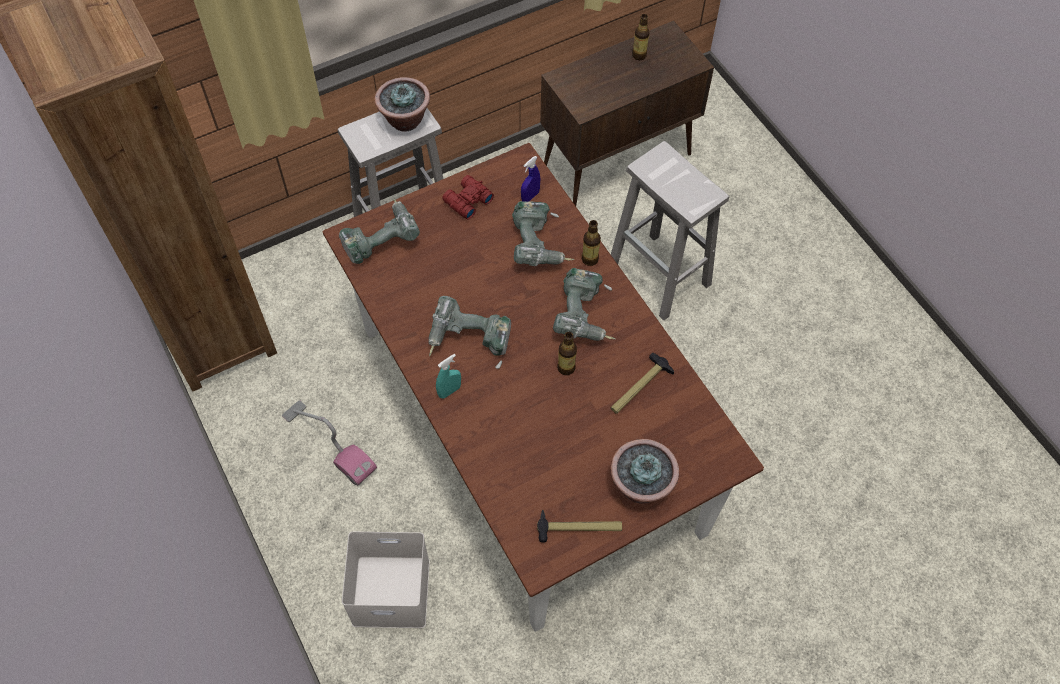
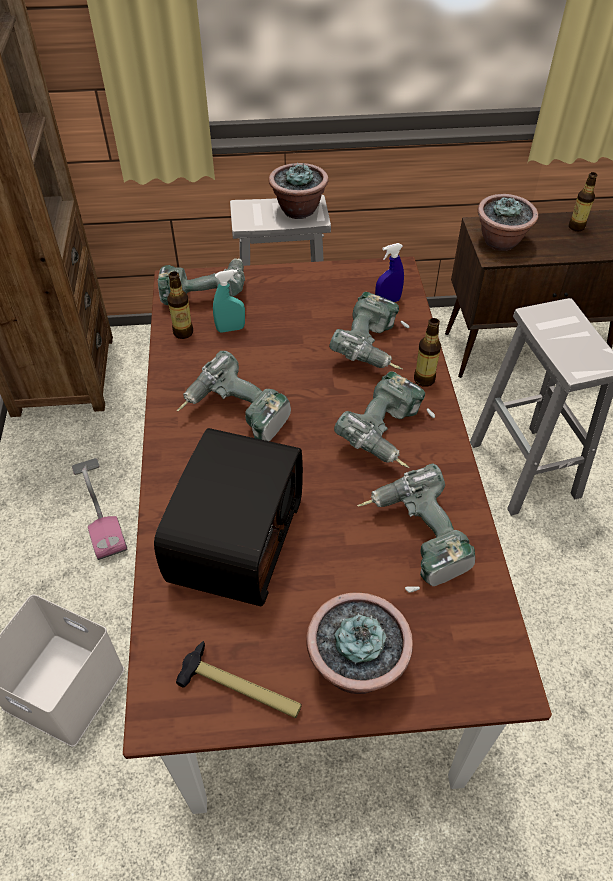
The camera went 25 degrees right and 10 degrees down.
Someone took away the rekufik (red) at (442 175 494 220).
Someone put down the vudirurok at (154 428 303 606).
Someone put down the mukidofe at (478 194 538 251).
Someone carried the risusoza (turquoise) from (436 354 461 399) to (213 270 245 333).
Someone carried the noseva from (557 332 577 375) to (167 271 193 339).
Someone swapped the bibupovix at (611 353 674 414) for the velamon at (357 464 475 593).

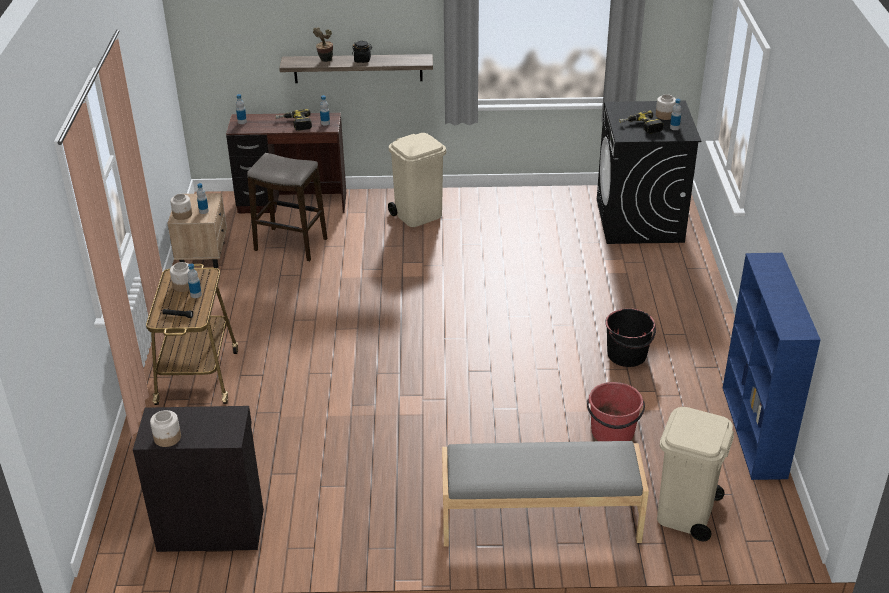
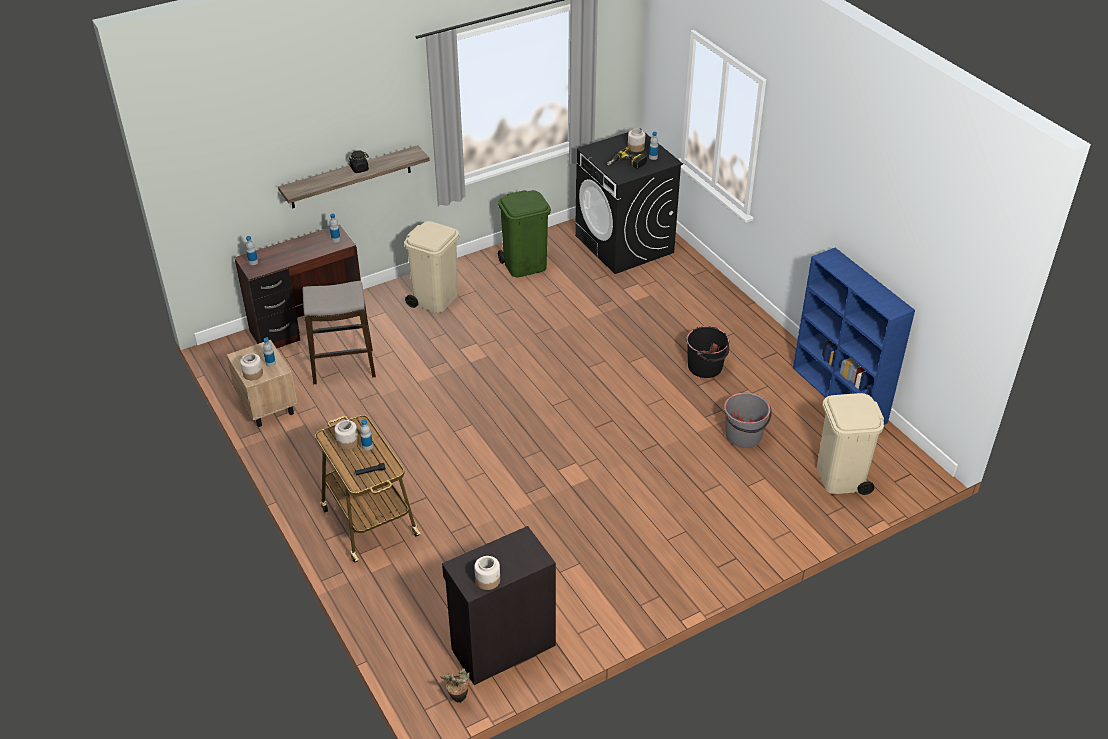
The camera went 30 degrees left and 5 degrees up.
Someone took away the velamon at (275 109 312 131).
Someone took away the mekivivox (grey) at (442 441 649 547).
Someone put down the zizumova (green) at (498 190 551 277).
Someone carried the mukidofe from (313 27 333 62) to (441 668 469 702).
Someone repainted the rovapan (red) at (587 382 645 441), which became the rovapan (grey) at (724 392 772 448).

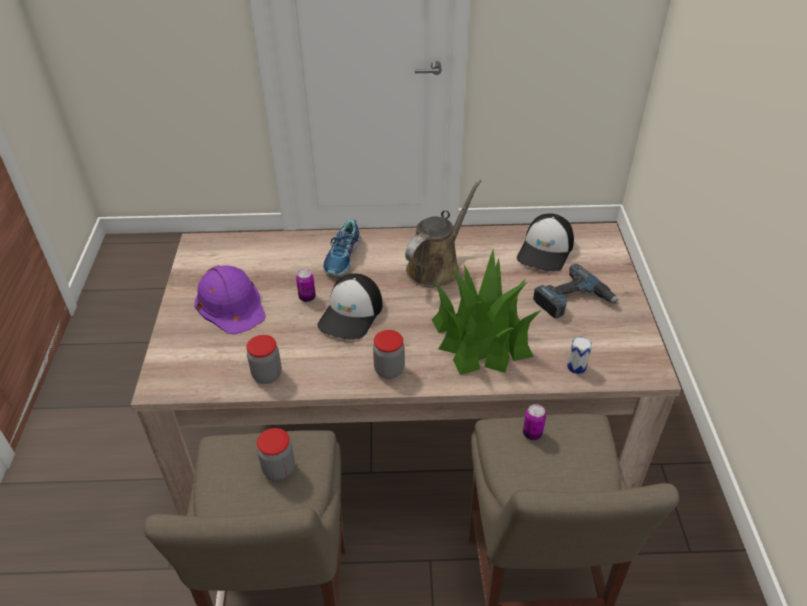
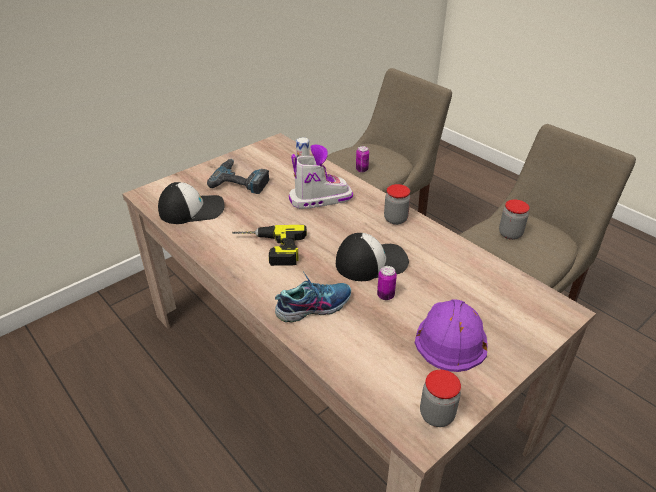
The camera went 130 degrees left and 5 degrees down.
Someone carried the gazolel from (246 335 282 384) to (420 370 461 427).
Someone swapped the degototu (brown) at (405 179 481 288) for the velamon at (232 225 307 266).
Someone swapped the mukidofe at (431 250 541 375) for the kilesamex at (289 145 353 209).

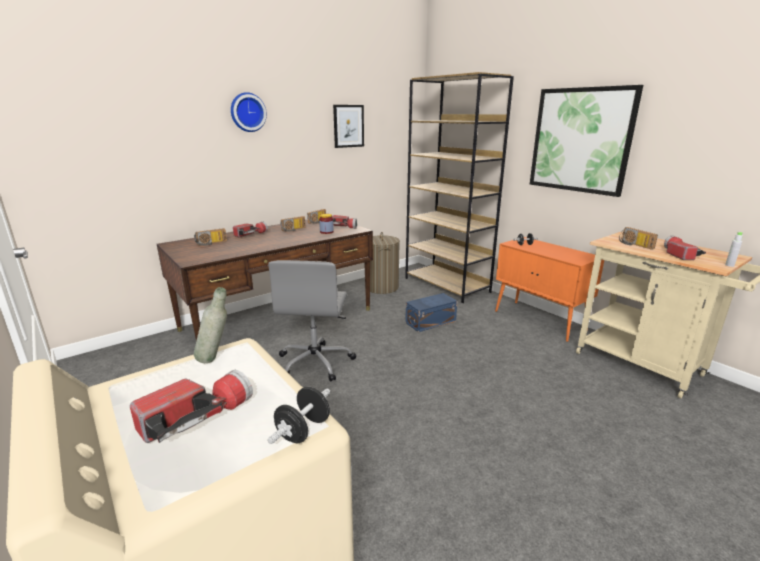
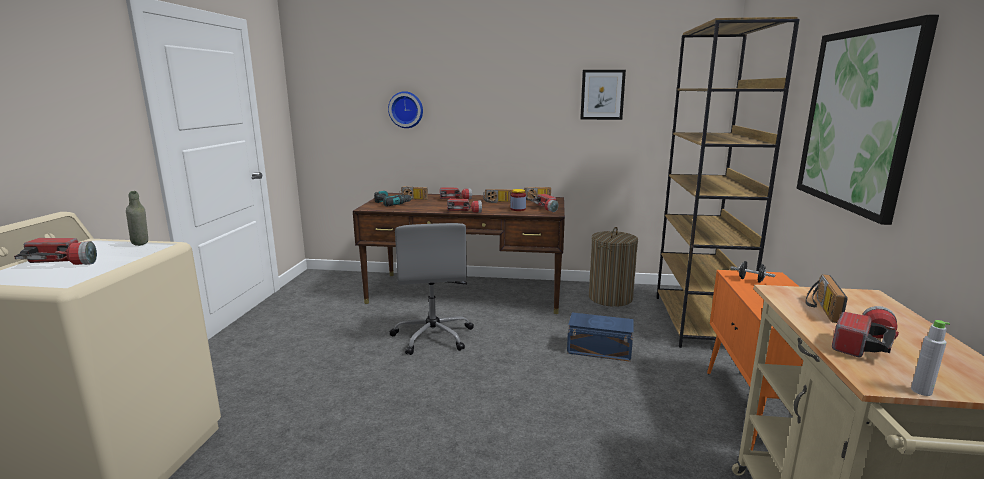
The camera went 45 degrees right and 5 degrees down.
Someone took away the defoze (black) at (268 386 330 444).
Someone put down the velamon at (374 191 413 207).
Someone put down the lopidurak at (447 198 482 213).
Someone carried the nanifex from (231 92 267 132) to (388 91 423 128).
Someone rotated the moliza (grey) at (268 260 356 381) by 60 degrees counterclockwise.

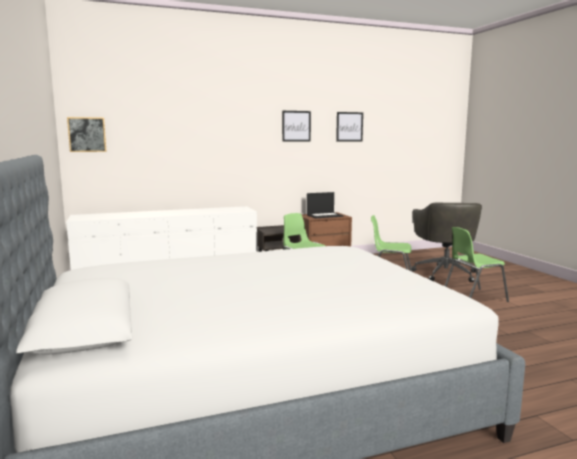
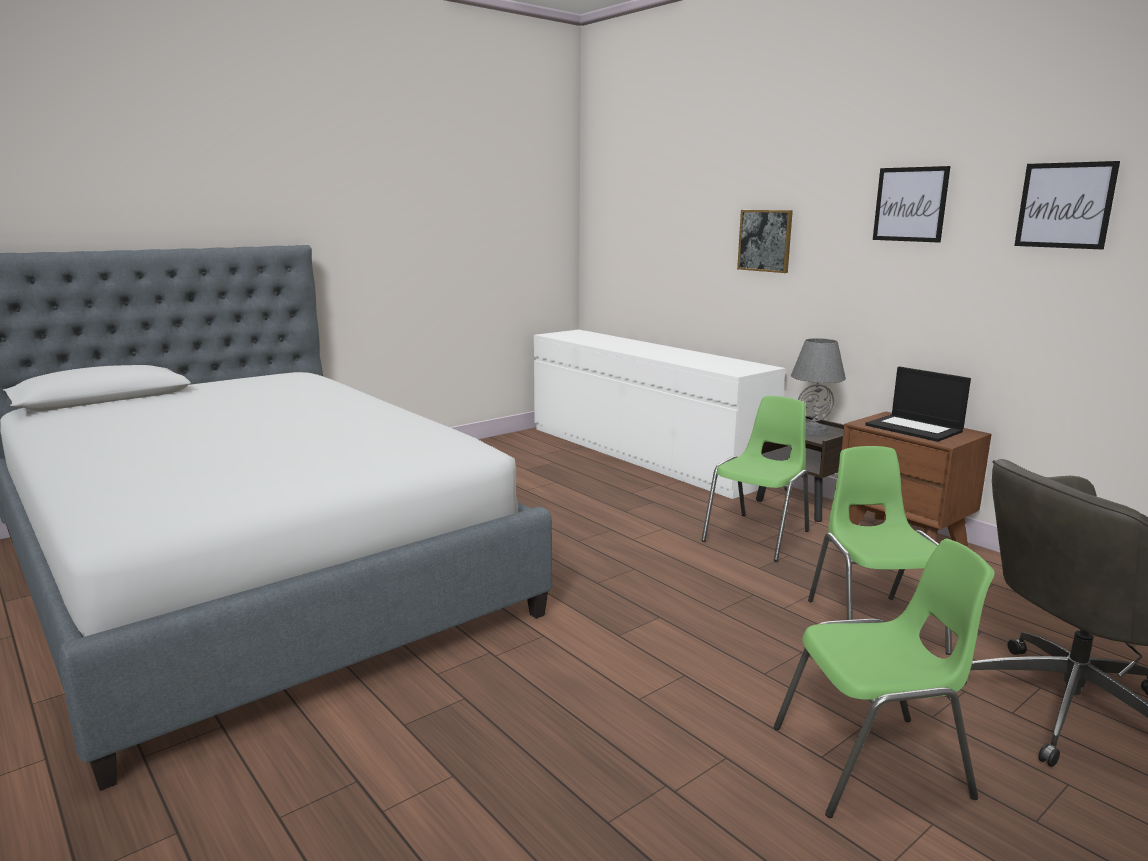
The camera went 70 degrees right and 5 degrees up.
Someone put down the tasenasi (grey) at (791 338 846 435).
Someone carried the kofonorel from (67 117 107 152) to (737 210 793 273).
Someone rotated the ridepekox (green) at (445 227 509 302) by 120 degrees clockwise.

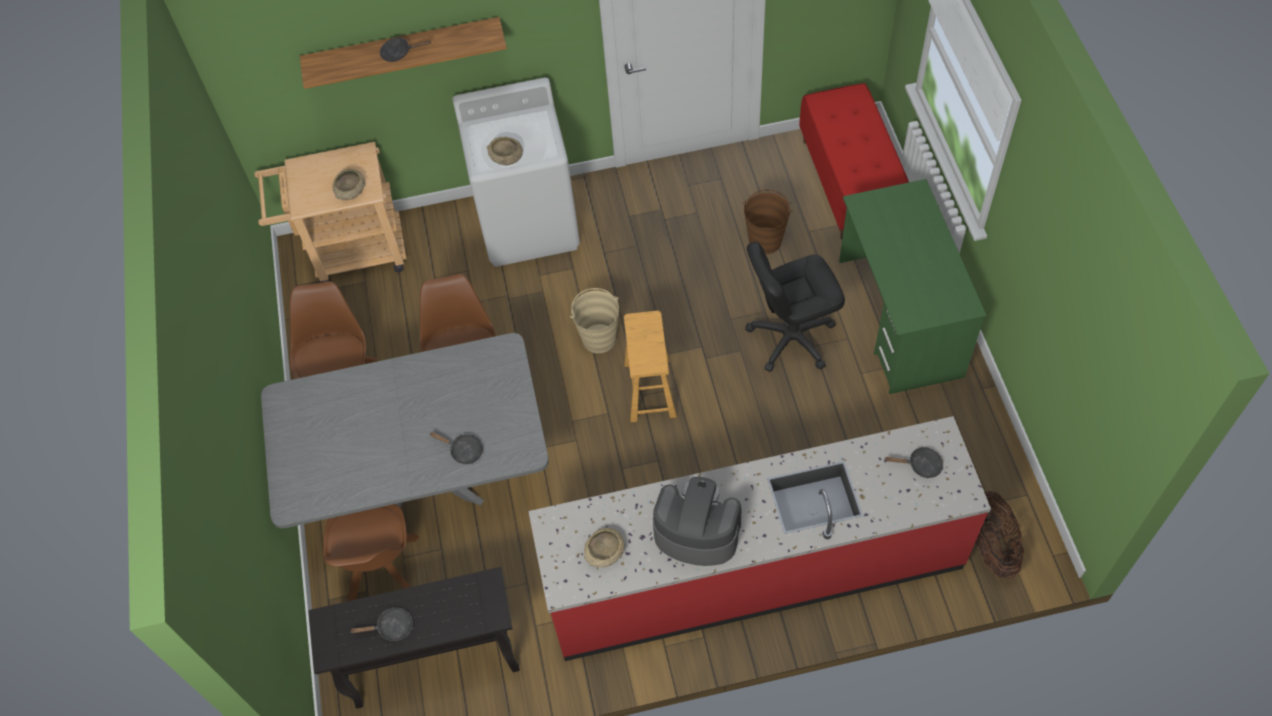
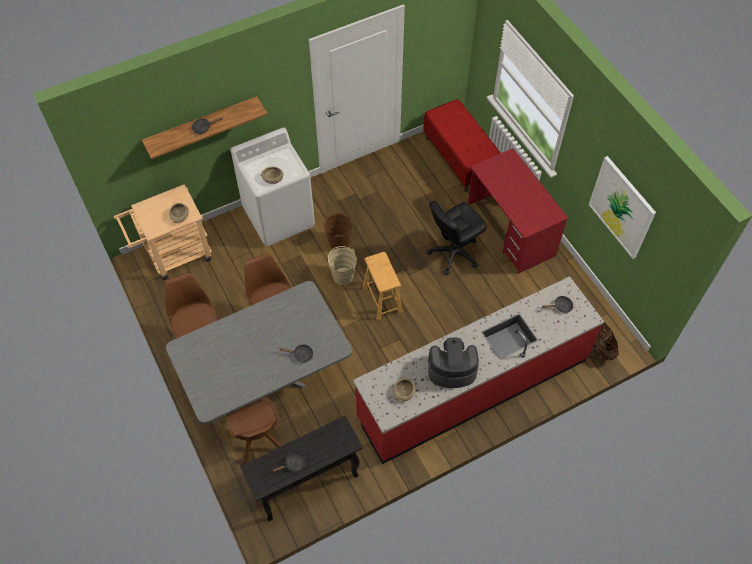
The camera went 20 degrees left and 0 degrees up.
Someone put up the kofonorel at (589 156 656 259).
Someone carried the rovapan (brown) from (743 190 793 254) to (323 212 354 250).
Someone repainted the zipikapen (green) at (839 179 987 394), which became the zipikapen (red) at (468 148 568 274).

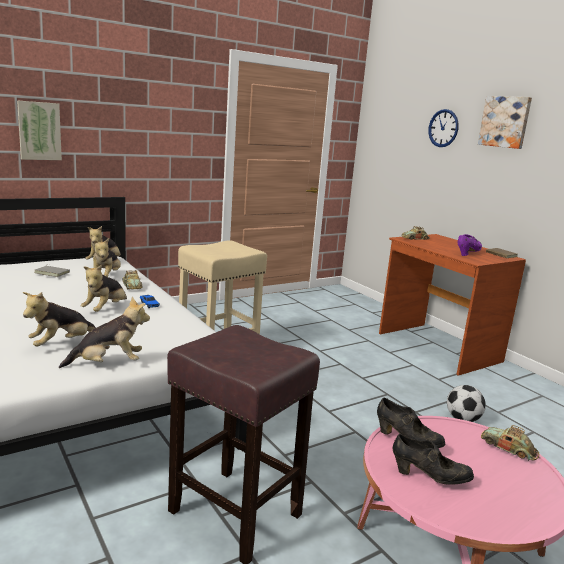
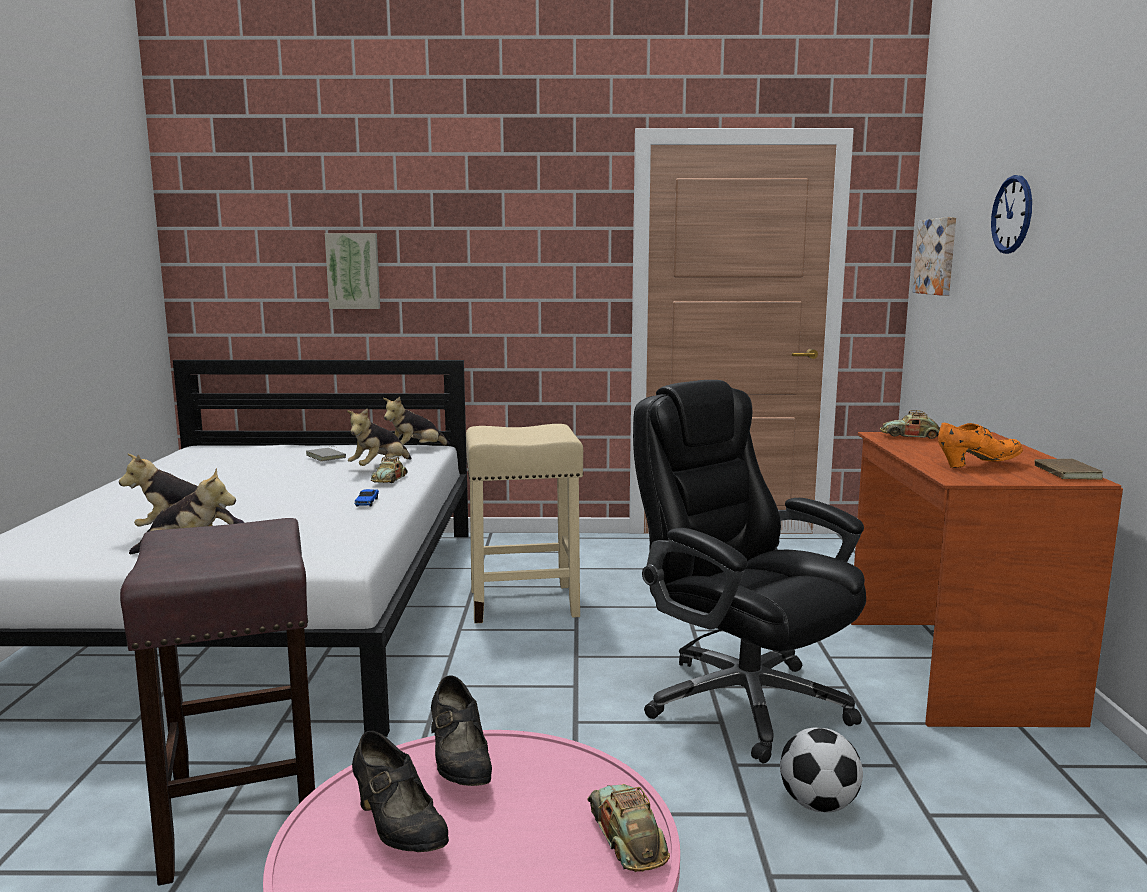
The camera went 35 degrees right and 5 degrees down.
Someone took away the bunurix at (81 265 127 312).
Someone put down the moliza (black) at (633 380 866 764).
Someone carried the kofonorel from (478 96 532 149) to (913 217 956 296).
Someone repainted the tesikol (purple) at (457 234 482 256), which became the tesikol (orange) at (938 423 1023 468).

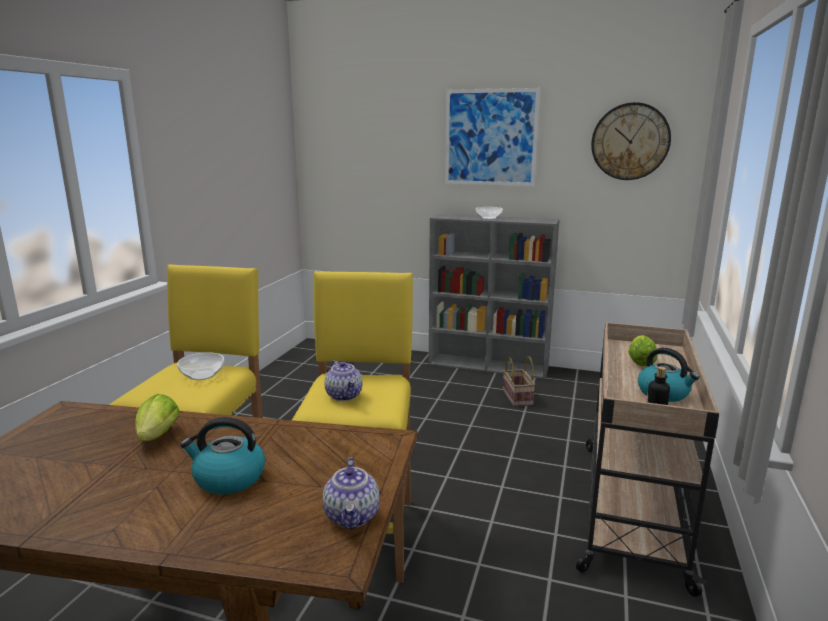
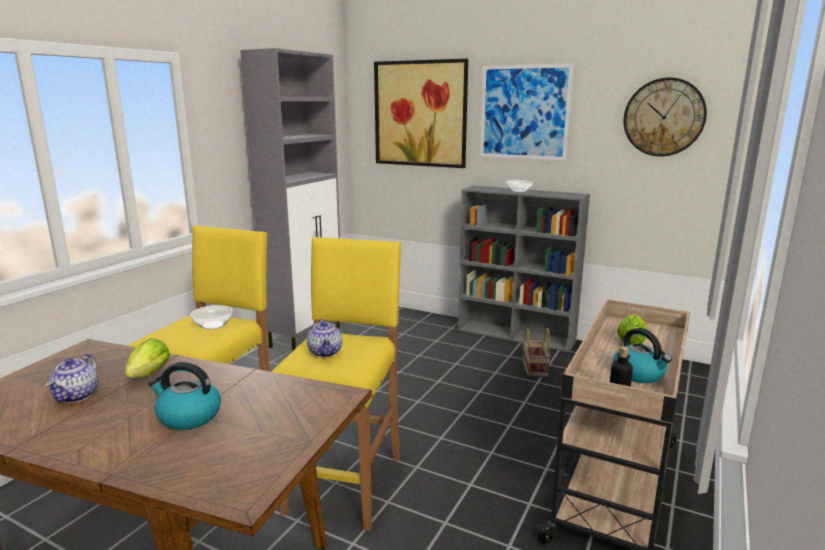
The camera went 10 degrees right and 0 degrees up.
Someone put down the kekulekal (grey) at (240 48 340 351).
Someone put up the kofonorel at (374 59 468 168).
Someone carried the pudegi from (323 457 380 530) to (45 354 98 403).

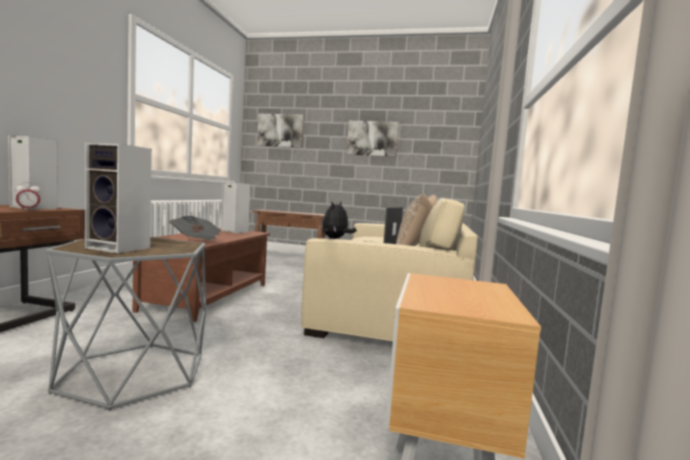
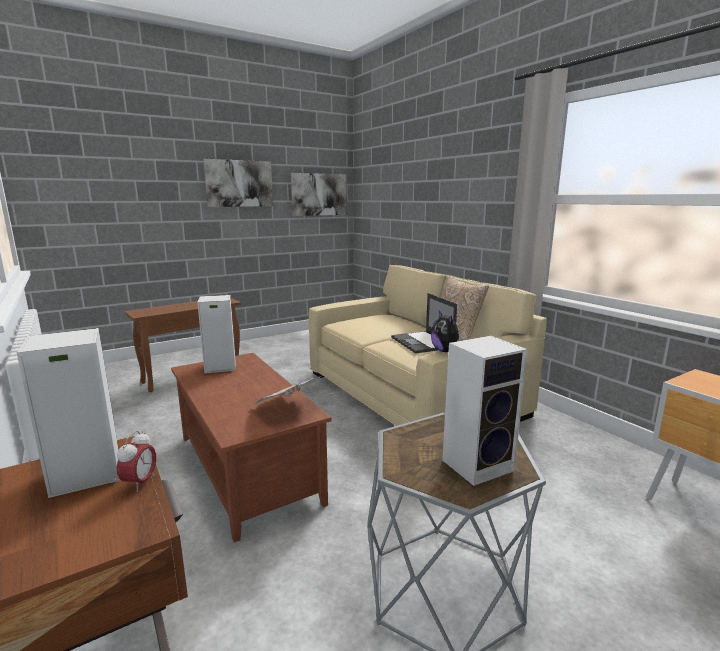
The camera went 45 degrees left and 10 degrees up.
Someone carried the kofonorel from (257 114 304 148) to (291 173 347 216).

